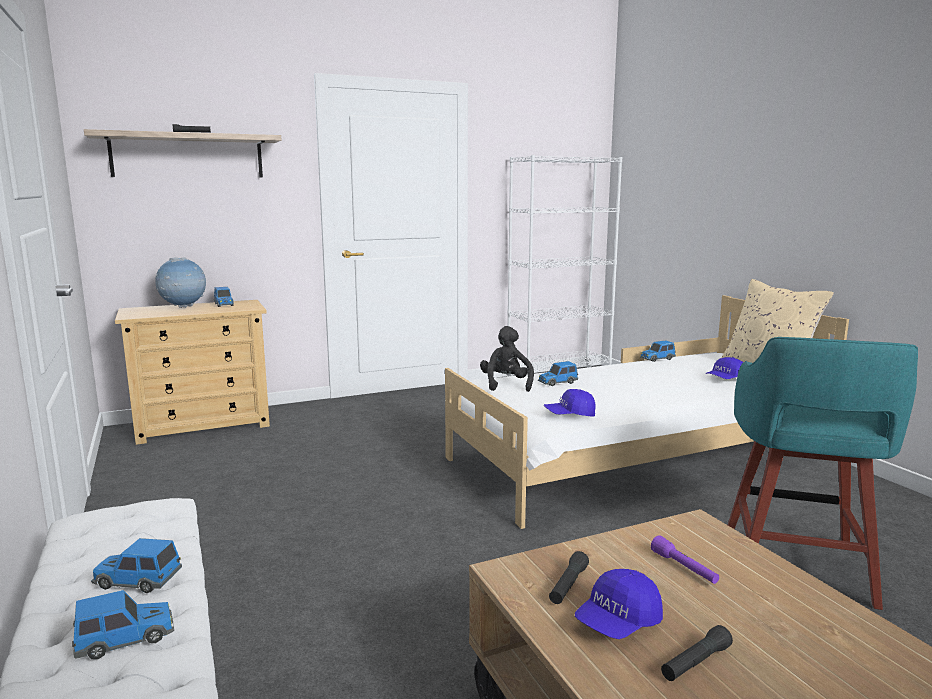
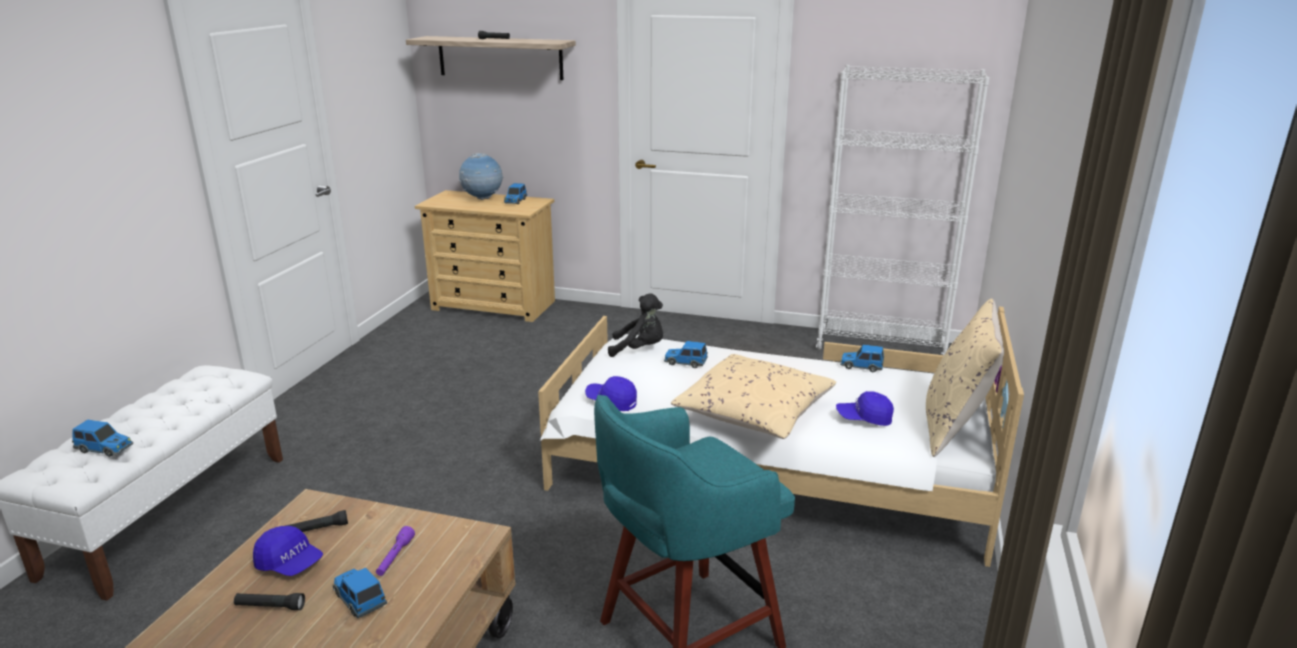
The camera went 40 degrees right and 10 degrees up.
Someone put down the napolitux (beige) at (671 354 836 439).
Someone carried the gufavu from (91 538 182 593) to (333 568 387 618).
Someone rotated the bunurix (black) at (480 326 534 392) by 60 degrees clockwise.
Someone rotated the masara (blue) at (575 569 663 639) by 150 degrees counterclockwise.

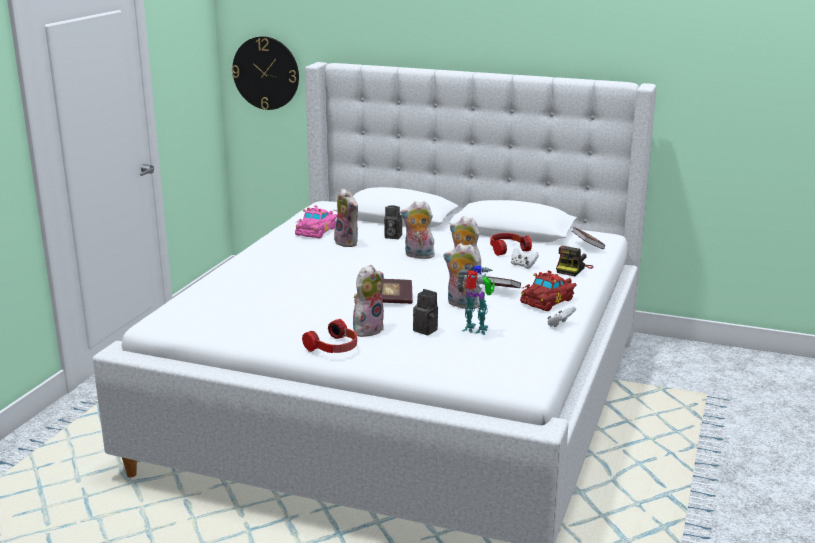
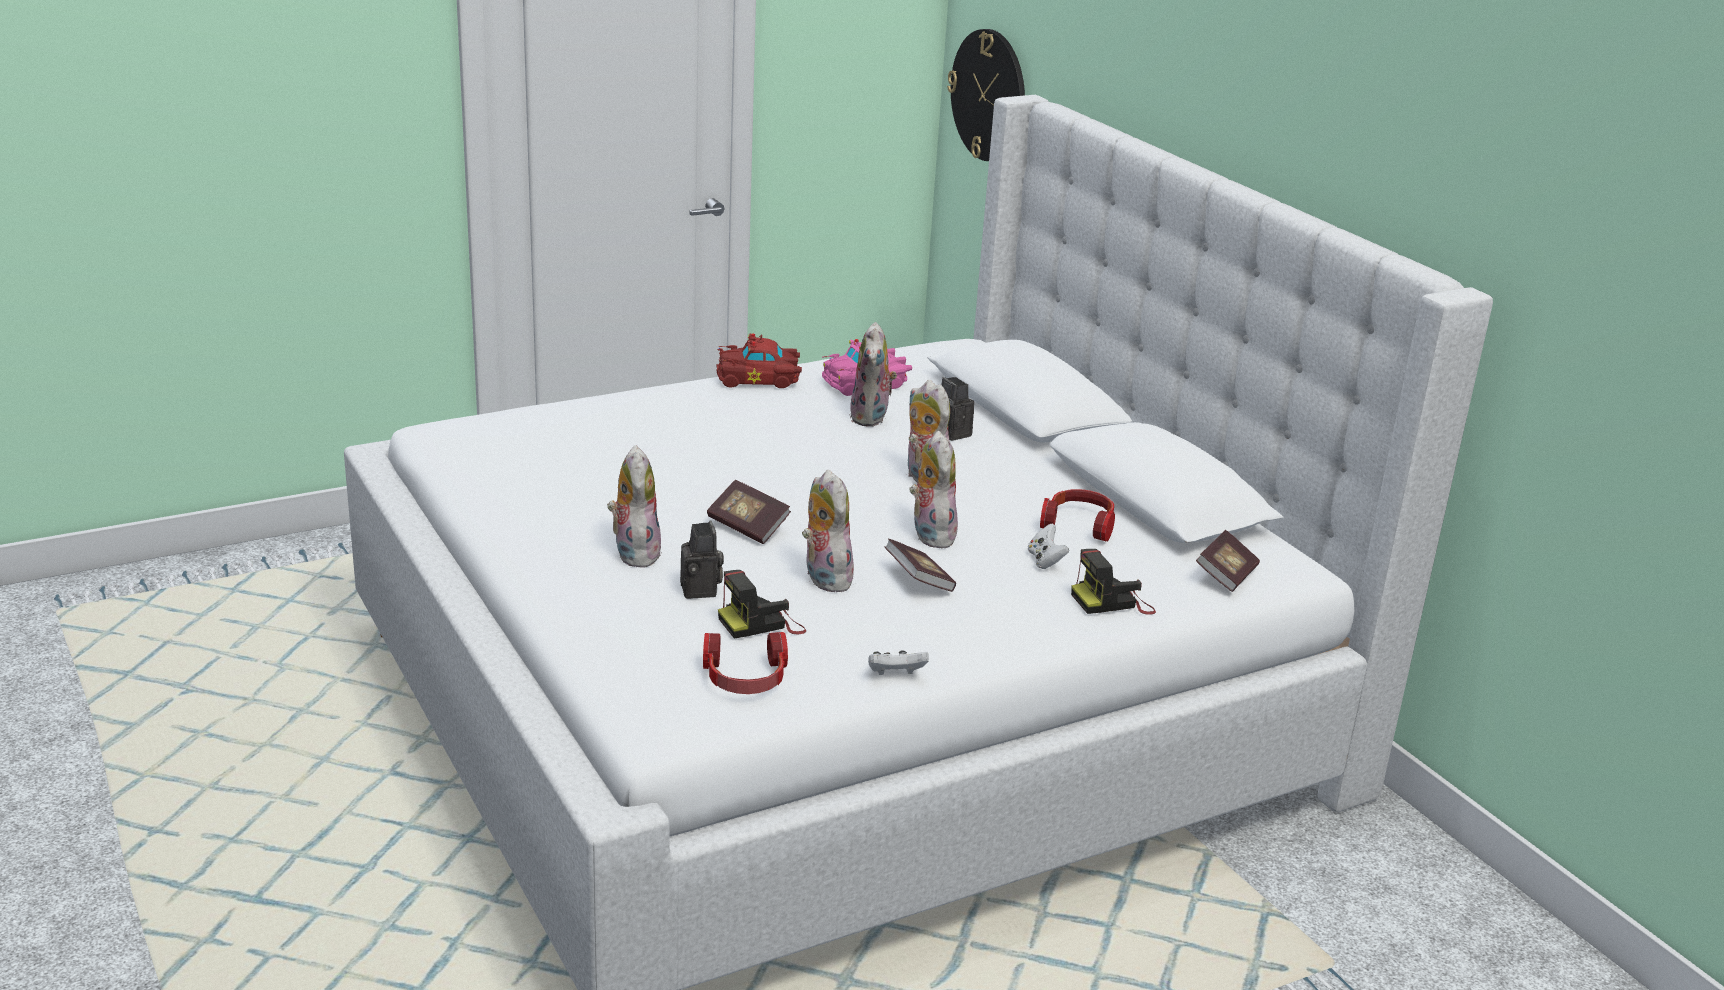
The camera went 40 degrees right and 5 degrees up.
Someone carried the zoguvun from (302 319 357 353) to (703 632 788 694).
Someone carried the gufavu (red) from (520 271 577 311) to (717 333 802 388).
Someone swapped the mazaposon at (457 265 495 335) for the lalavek at (718 570 806 639).
Someone rotated the bunurix at (353 265 384 337) by 90 degrees counterclockwise.

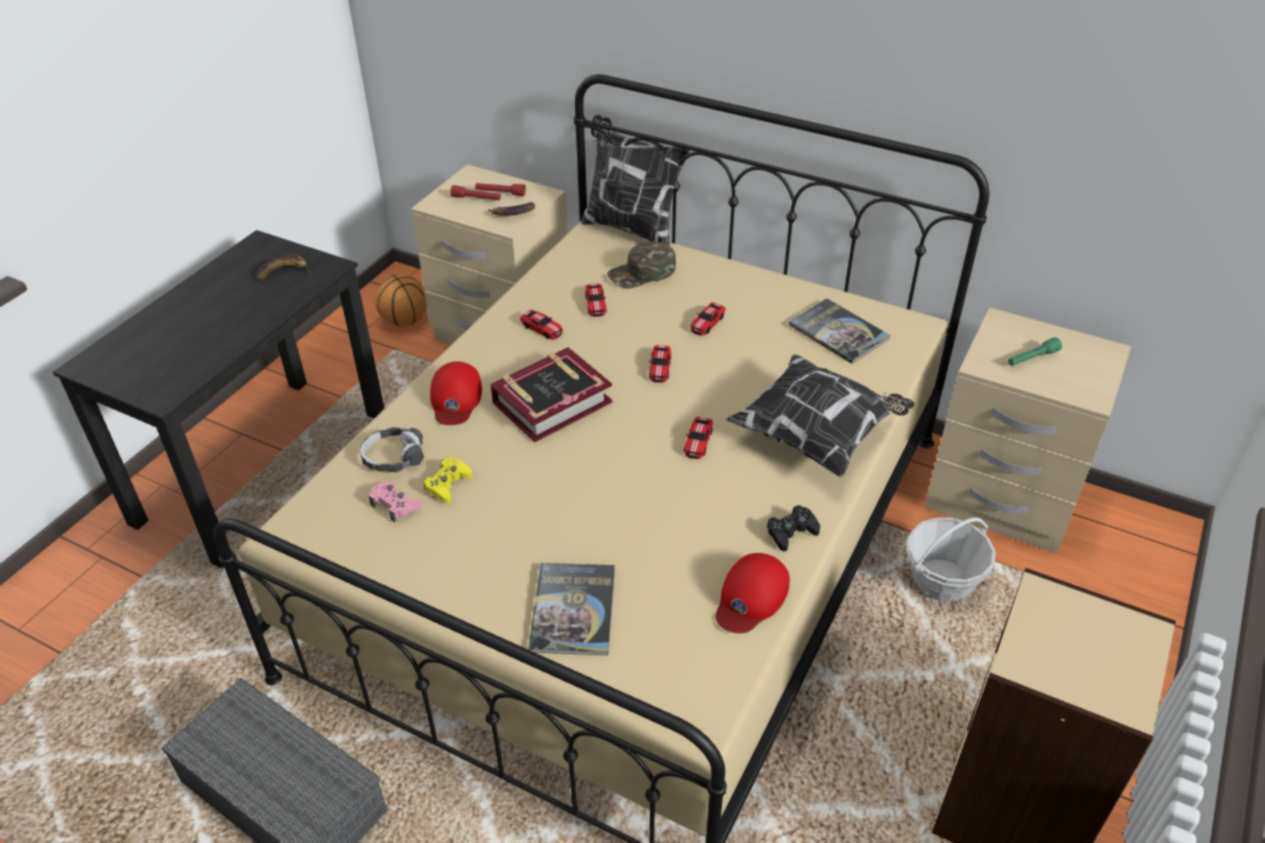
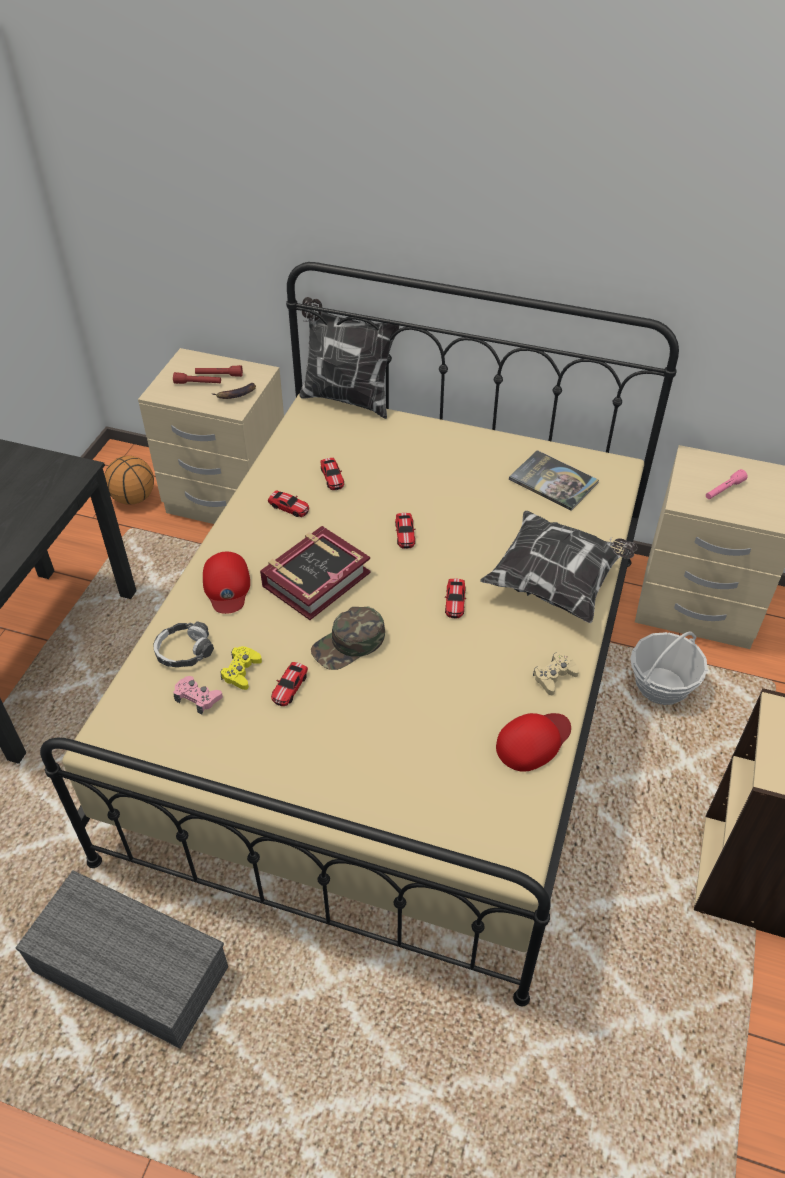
The camera went 10 degrees left and 5 degrees up.
Someone took away the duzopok at (257 254 311 281).
Someone took away the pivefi at (528 563 615 655).
Someone carried the masara (green) from (607 241 676 289) to (311 607 385 670).
Someone carried the gufavu from (691 302 726 336) to (271 662 308 706).
Someone repainted the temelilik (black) at (767 505 820 552), which became the temelilik (beige) at (533 652 579 695).
Someone repainted the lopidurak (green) at (1008 337 1062 366), which became the lopidurak (pink) at (706 469 748 499).
Someone rotated the masara (red) at (716 553 790 633) by 150 degrees counterclockwise.

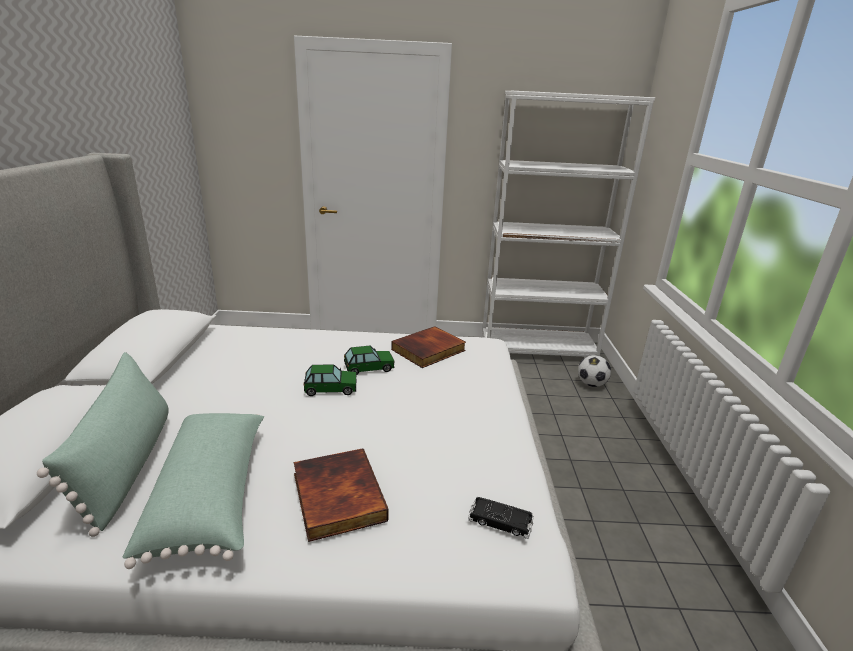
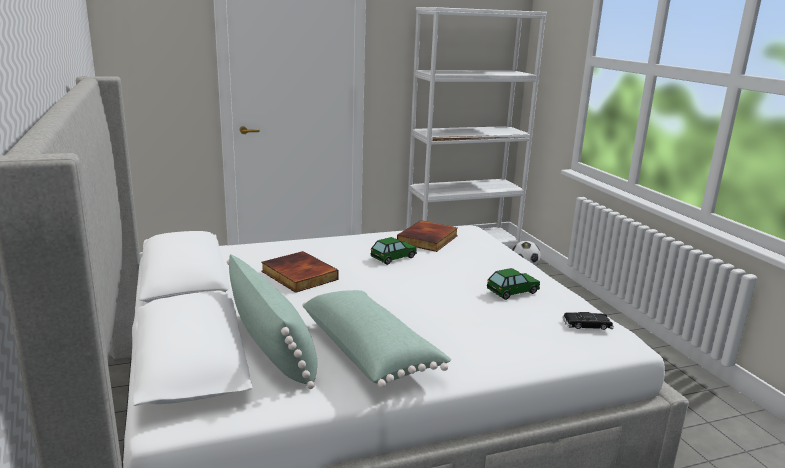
The camera went 20 degrees left and 5 degrees down.
Someone carried the pivefi from (294 449 389 542) to (261 251 339 293).
Someone carried the gufavu from (304 364 356 396) to (487 268 540 300).

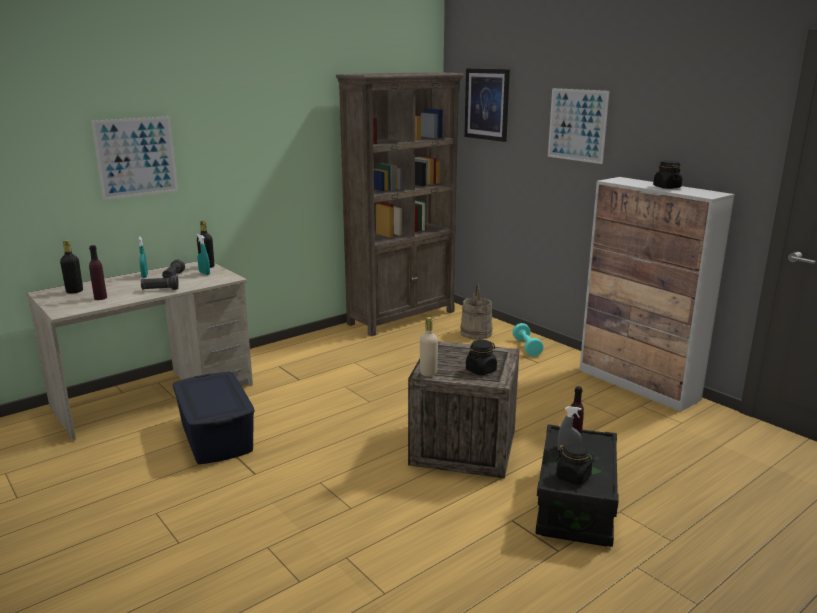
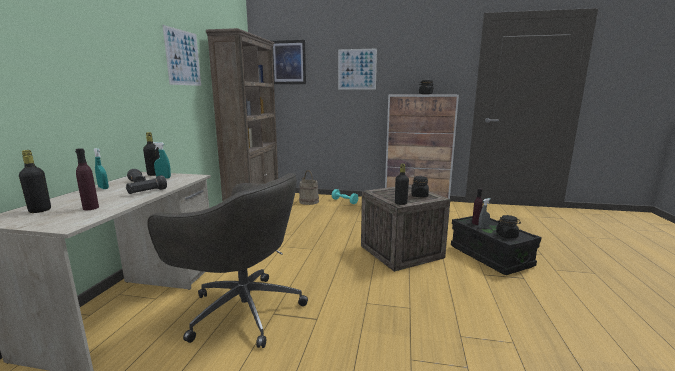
The camera went 40 degrees left and 5 degrees down.
Someone carried the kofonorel from (91 116 178 200) to (162 25 201 86).
Someone swapped the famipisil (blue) at (173 372 255 464) for the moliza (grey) at (147 173 308 348).
Someone repainted the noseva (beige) at (420 317 438 377), which became the noseva (black) at (395 164 409 205).

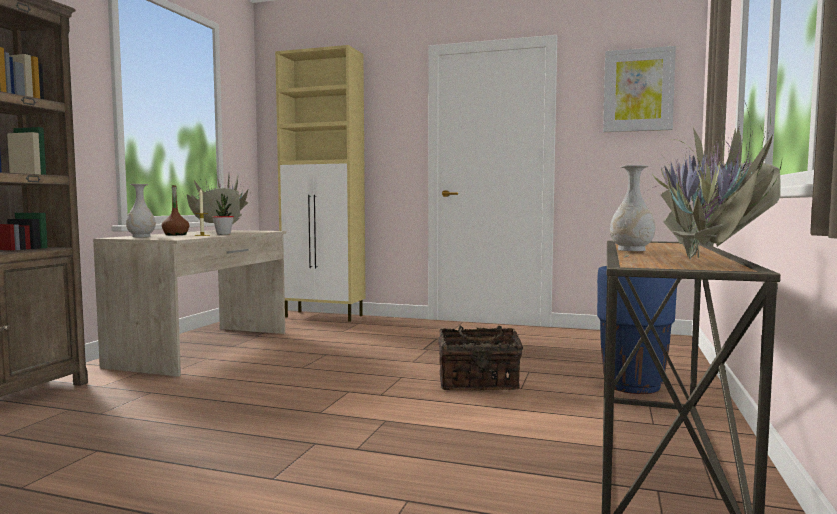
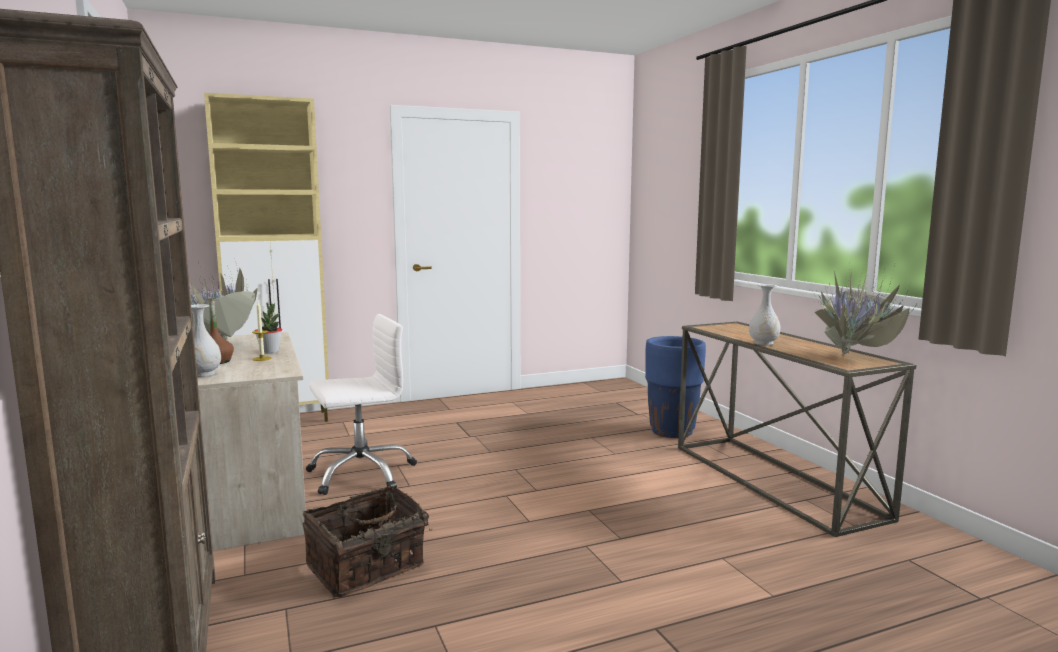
The camera went 40 degrees left and 5 degrees up.
Someone took away the kofonorel at (603 46 676 132).
Someone put down the moliza (white) at (306 314 417 495).
Someone carried the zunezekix from (438 325 523 390) to (303 485 432 597).

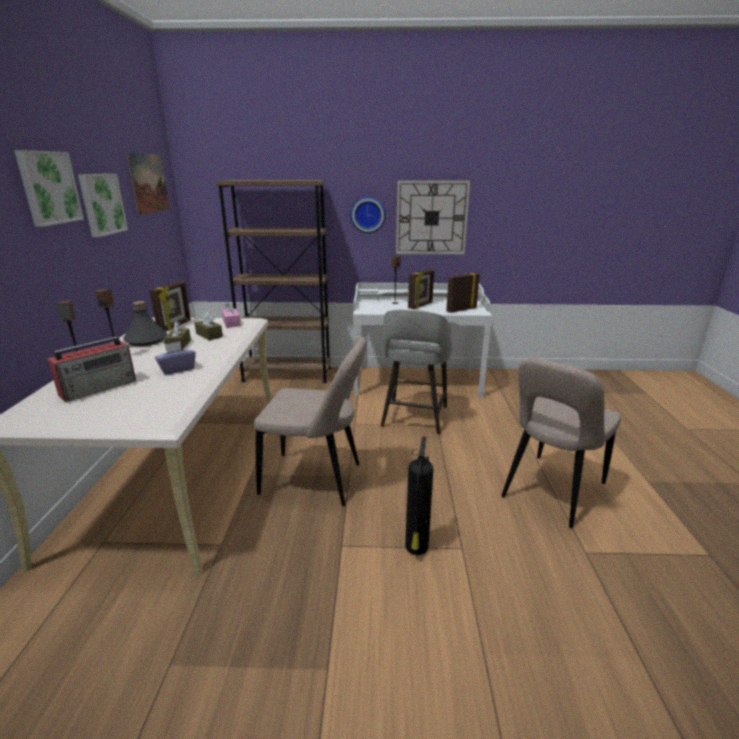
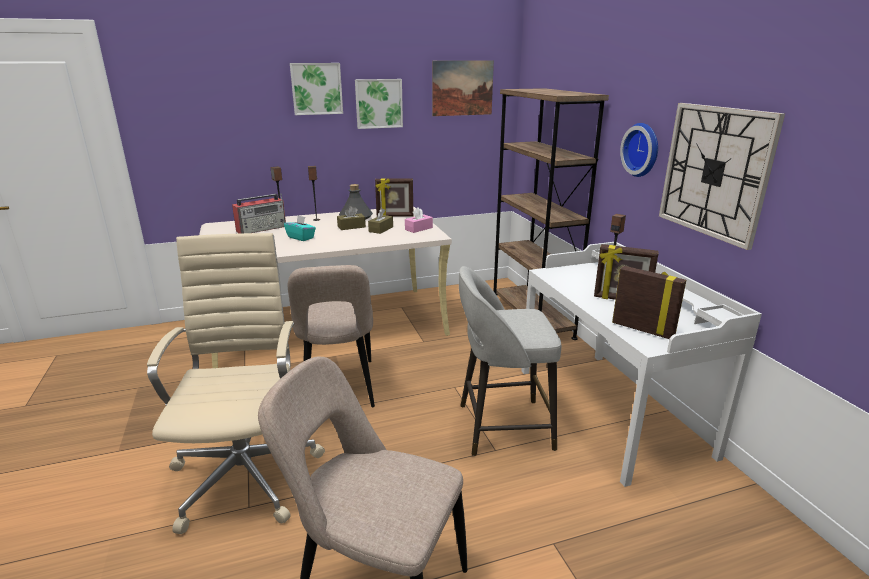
The camera went 70 degrees right and 0 degrees up.
Someone swapped the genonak at (405 437 433 555) for the moliza (beige) at (147 233 325 534).
Someone repainted the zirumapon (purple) at (155 342 196 375), which became the zirumapon (turquoise) at (284 215 316 241).
Someone rotated the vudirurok at (47 336 136 402) by 60 degrees counterclockwise.

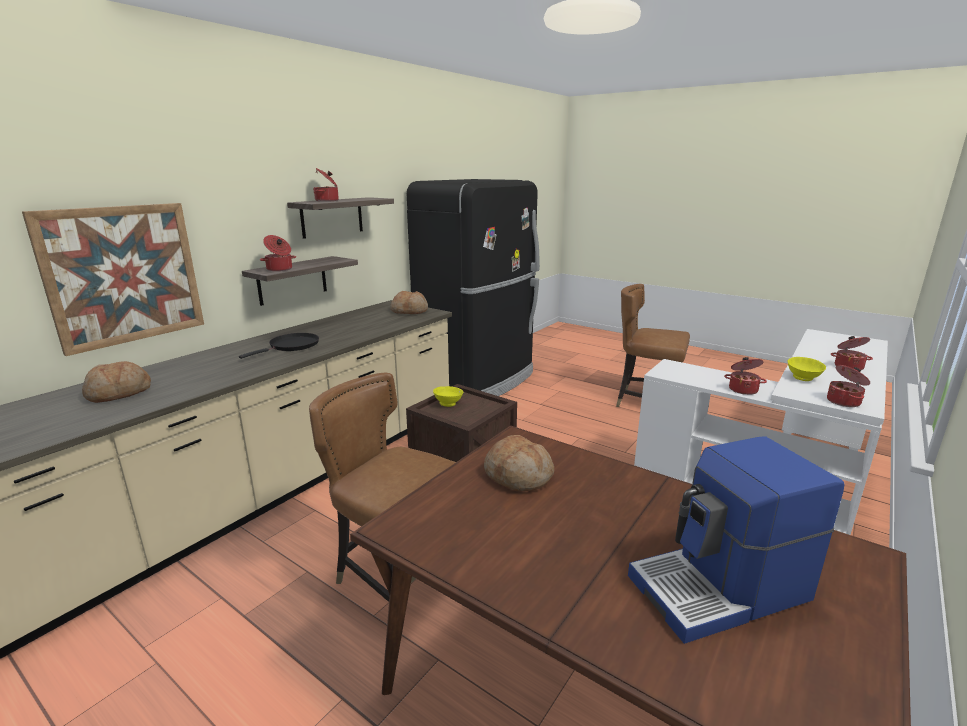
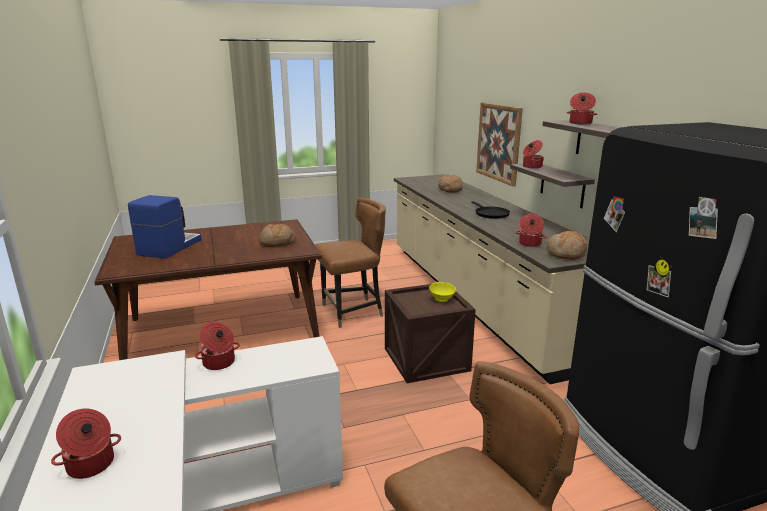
The camera went 125 degrees right and 0 degrees up.
Someone took away the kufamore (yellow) at (788 357 826 381).
Someone carried the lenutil from (827 365 870 407) to (516 214 546 247).

